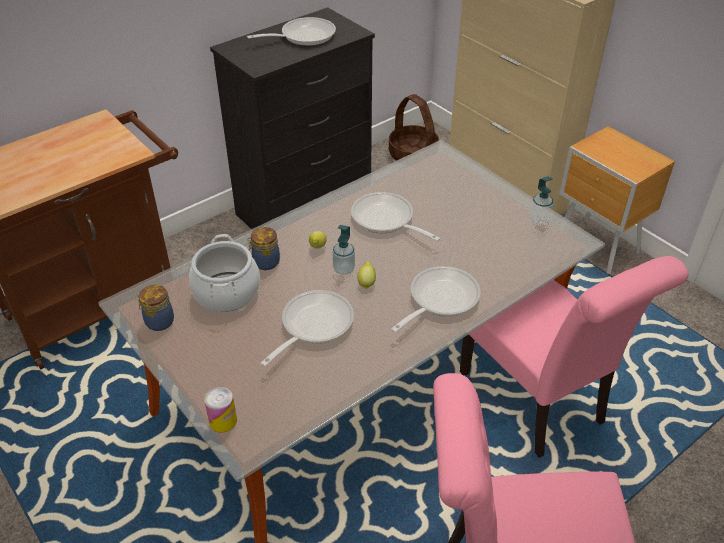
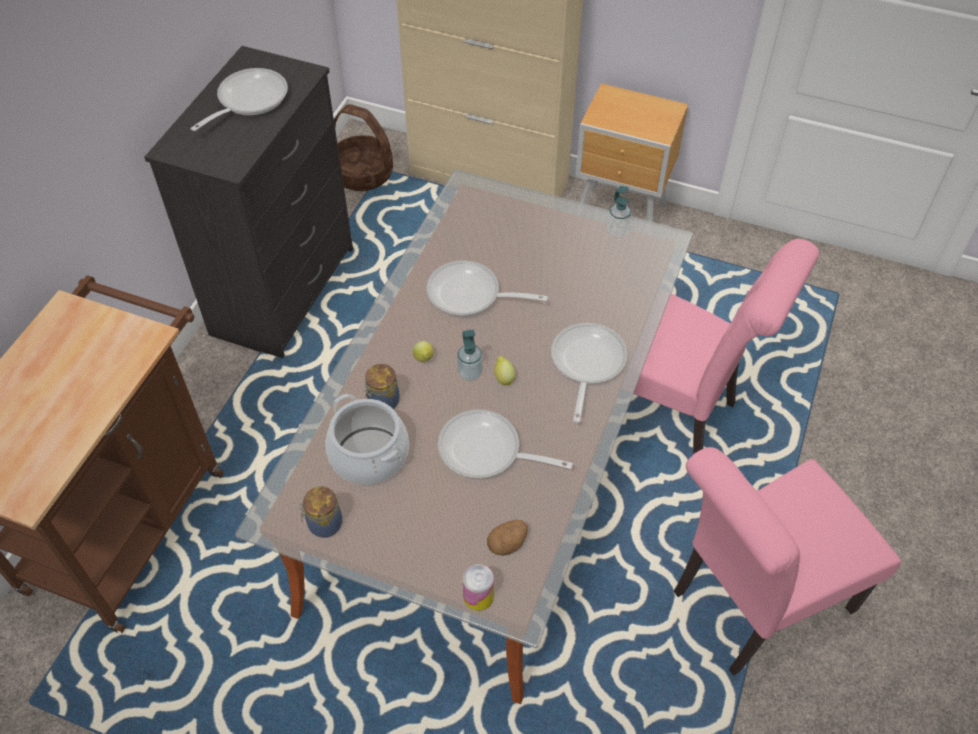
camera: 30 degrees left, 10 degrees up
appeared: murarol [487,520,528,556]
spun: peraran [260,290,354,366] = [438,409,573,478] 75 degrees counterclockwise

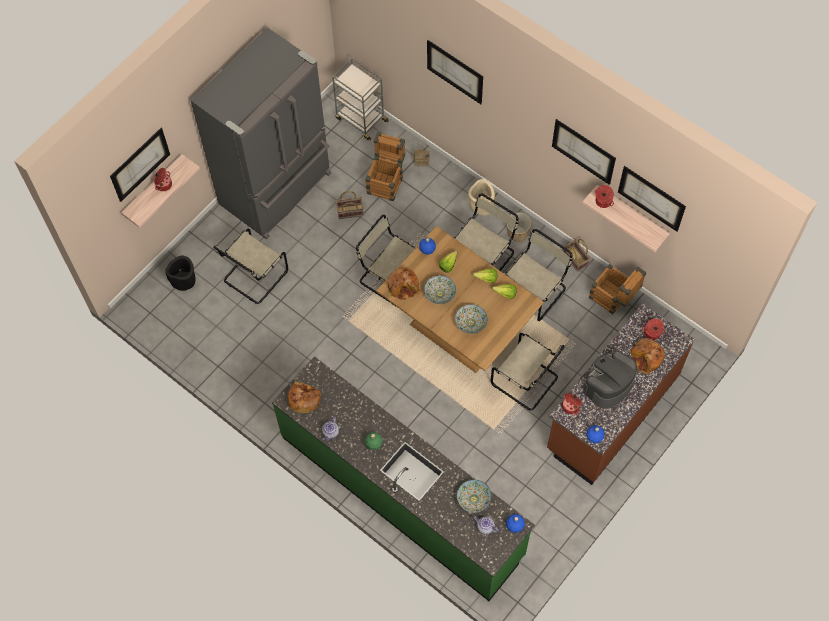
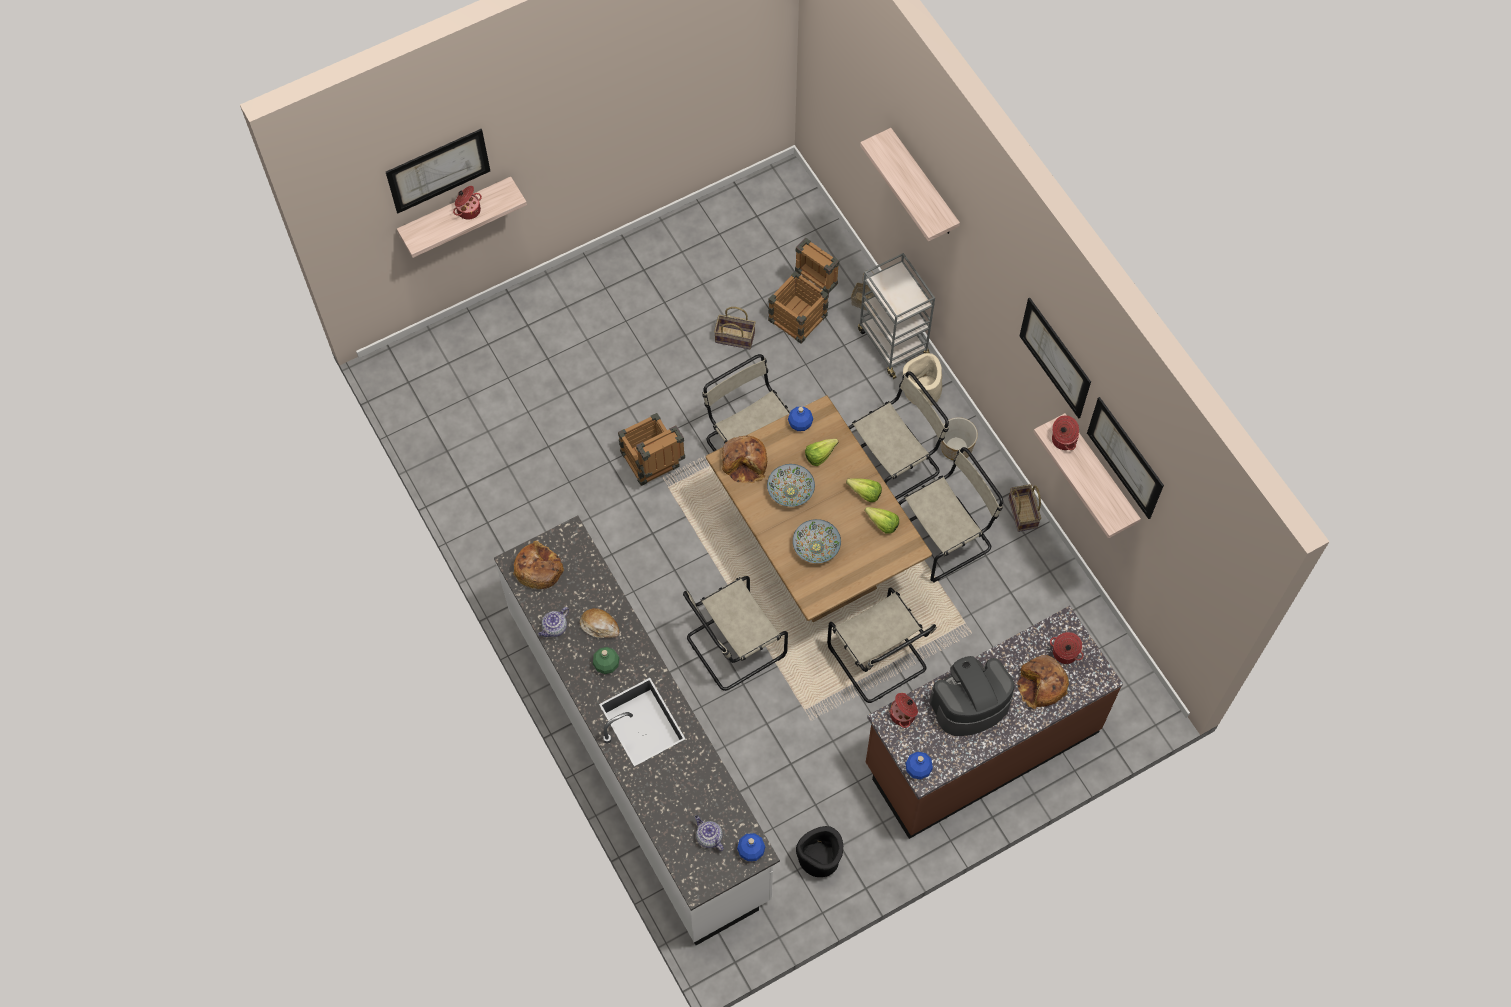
camera: 20 degrees right, 0 degrees up
missing: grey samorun [190,27,331,240]; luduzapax [457,480,492,513]
appeared: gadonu [580,608,619,638]
relocated: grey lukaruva [332,58,389,140] to [858,253,935,379]; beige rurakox [214,229,288,304] to [683,576,788,691]; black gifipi [165,256,196,291] to [796,826,843,877]; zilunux [589,264,646,314] to [618,413,685,486]
exchanged: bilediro [427,40,483,104] to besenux [860,128,960,241]
colour: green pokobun [272,356,535,601] to white pokobun [494,516,780,945]

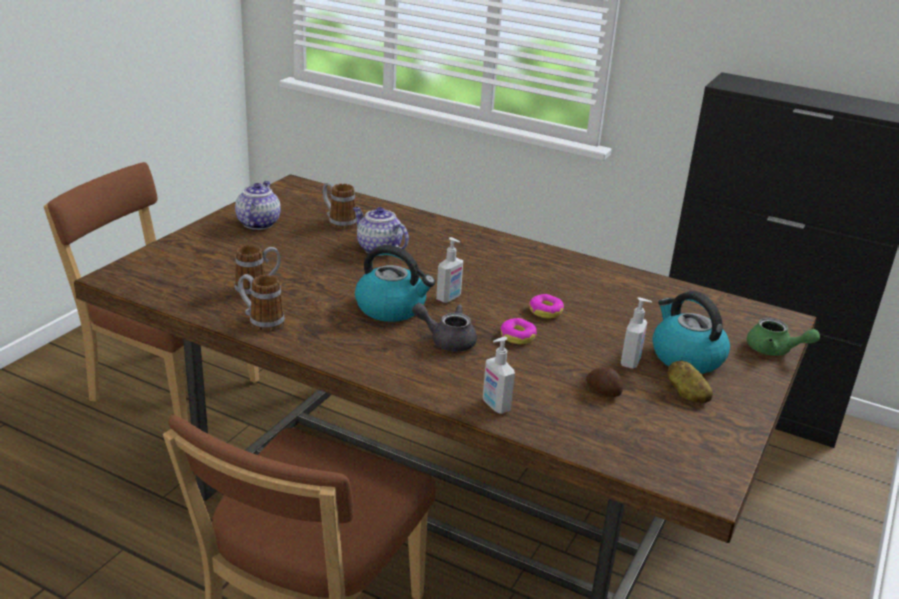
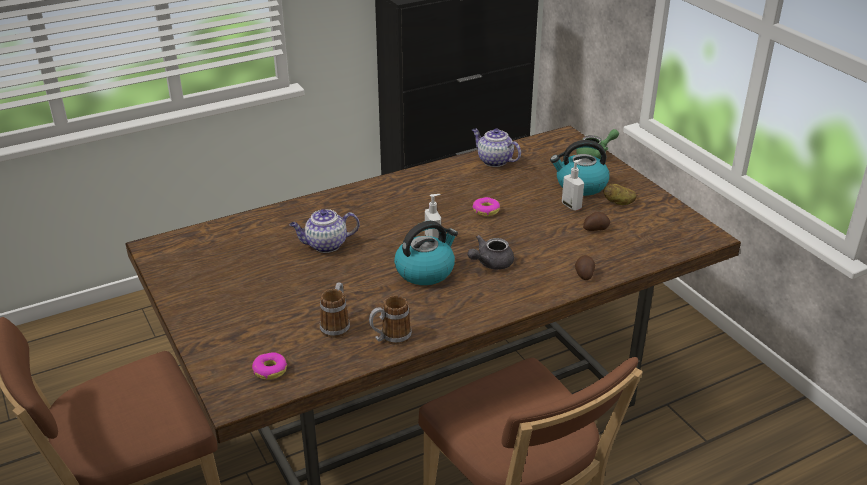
camera: 55 degrees left, 5 degrees up
missing: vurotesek [323,182,357,229]
relocated: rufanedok [235,181,281,230] to [472,128,521,167]; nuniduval [500,318,537,344] to [252,352,287,380]
exchanged: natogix [483,337,515,414] to murarol [575,255,595,280]

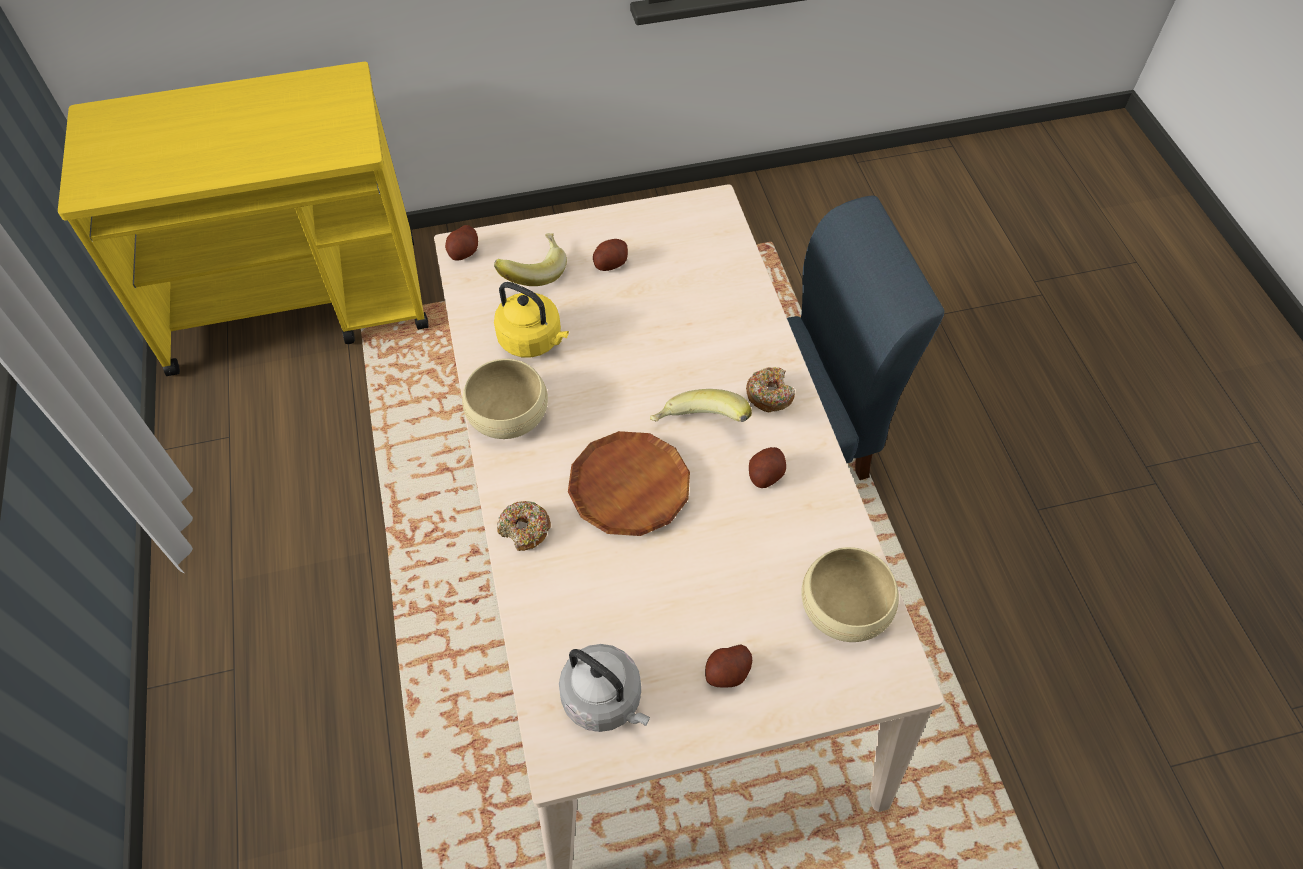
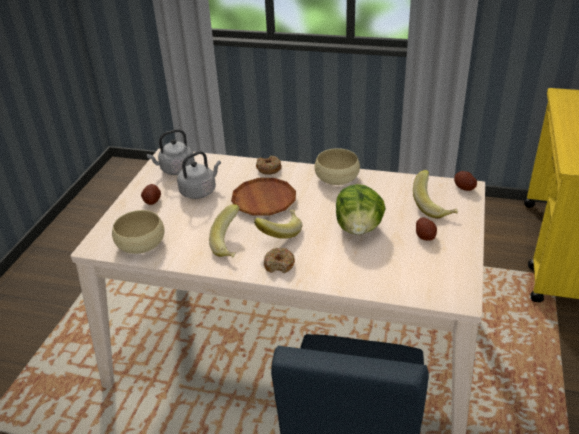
camera: 120 degrees right, 20 degrees down
missing: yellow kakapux [494,282,569,358]
appeared: grey kakapux [177,151,221,199]; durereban [336,184,386,235]
exchanged: murarol [749,447,786,488] to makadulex [209,204,240,257]

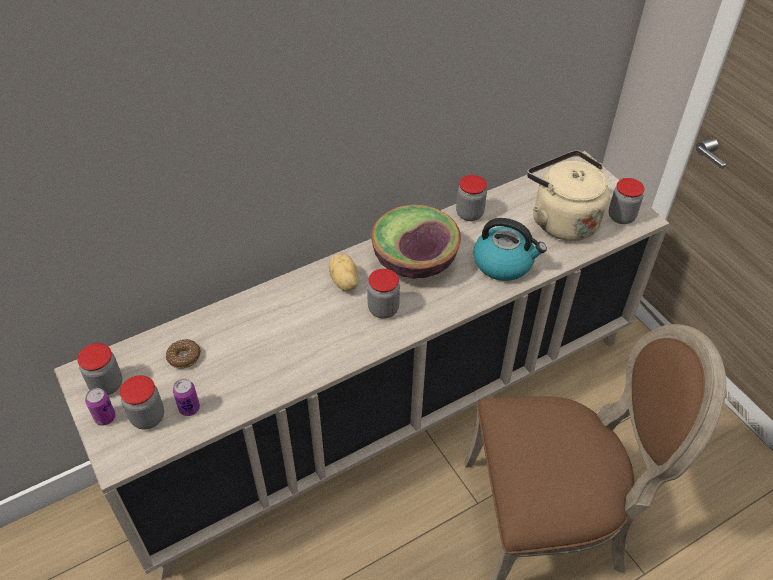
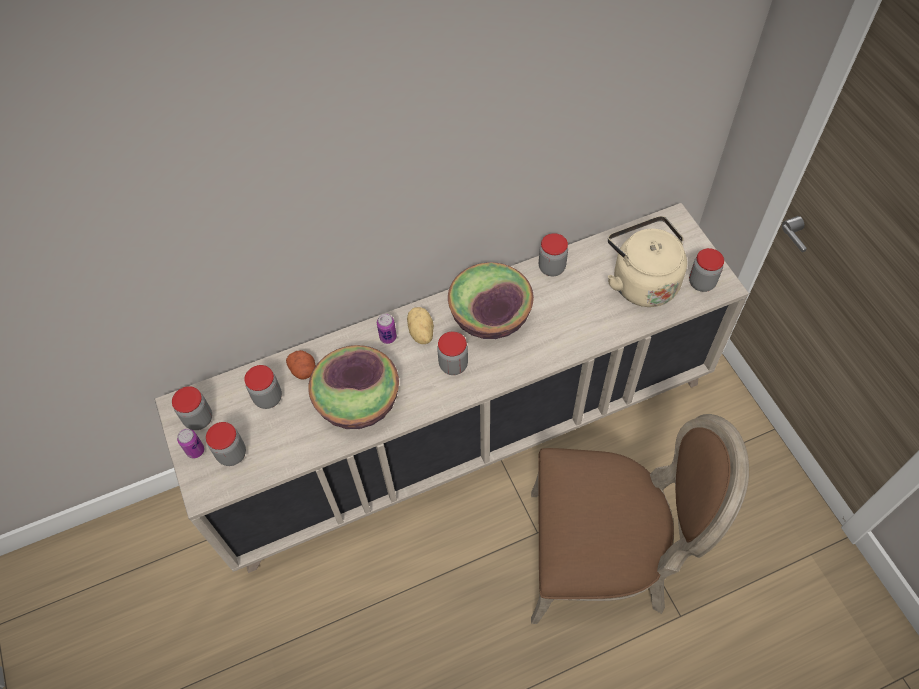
camera: 10 degrees right, 10 degrees up
missing: kakapux [473,218,547,281]
appeared: luduzapax [308,345,399,429]; murarol [286,350,316,380]
relocated: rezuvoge [173,379,200,416] to [377,314,397,344]
exchanged: nuniduval [166,339,201,369] to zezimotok [244,365,282,409]

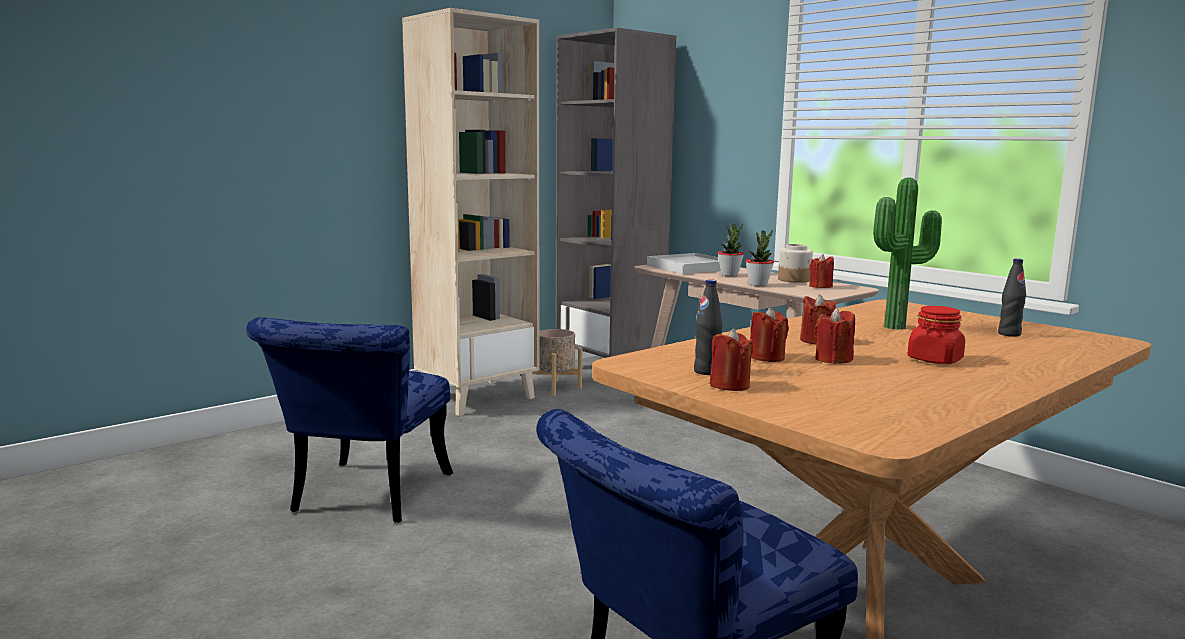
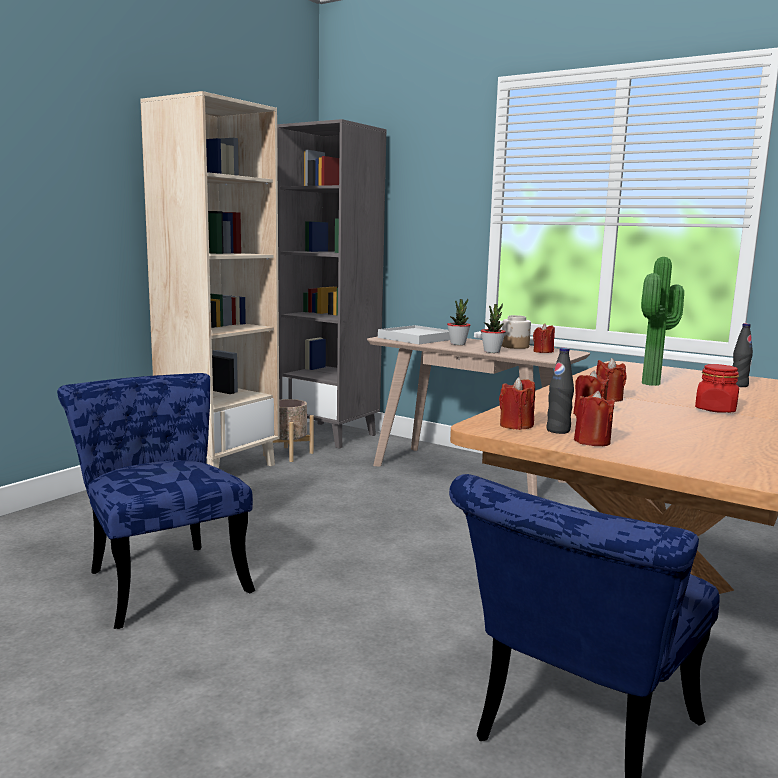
camera: 15 degrees left, 0 degrees up
relocated: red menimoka [814,308,855,364] to [499,377,535,430]
spun: blue rurakox [246,317,453,523] = [57,373,255,629] 150 degrees clockwise

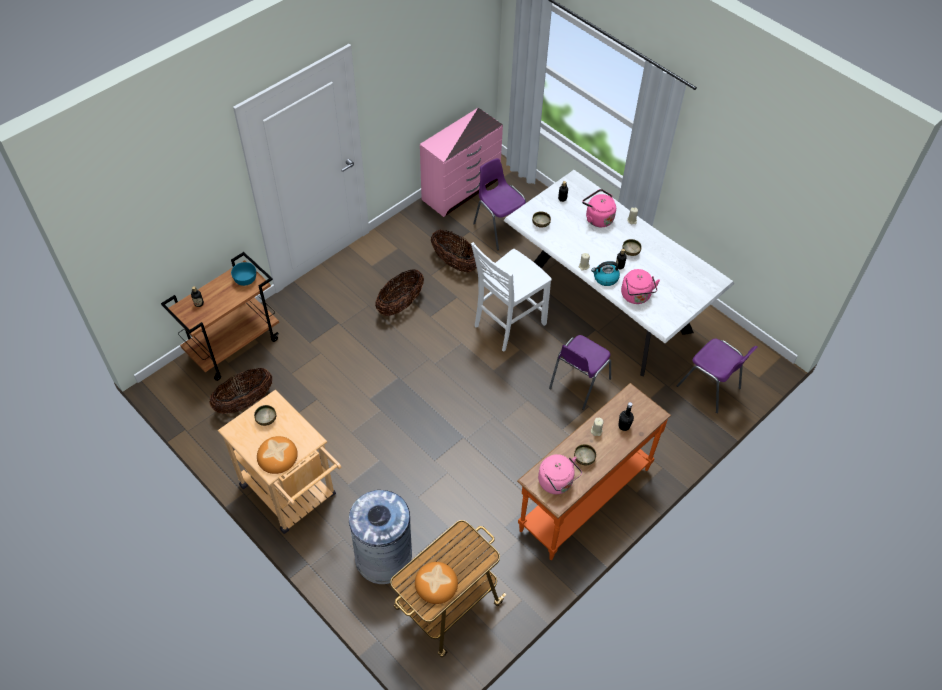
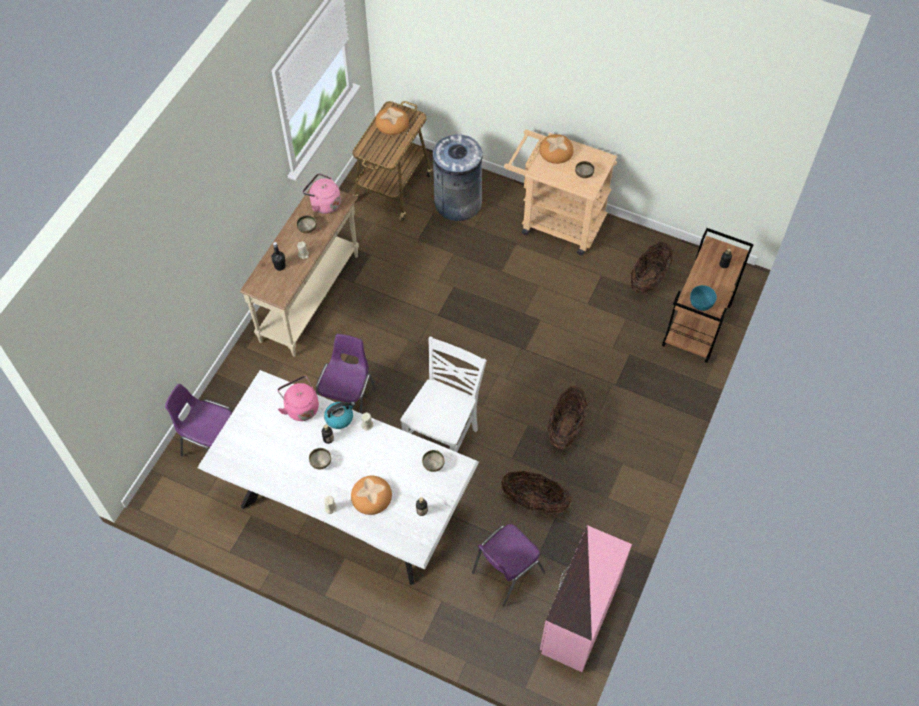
camera: 160 degrees right, 5 degrees up
exchanged: pink kakapux [582,189,616,227] to gadonu [351,476,392,515]
colour: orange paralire [517,383,671,560] to beige paralire [240,181,359,357]
spun: purple rurakox [473,158,526,250] = [472,524,545,606] 105 degrees clockwise

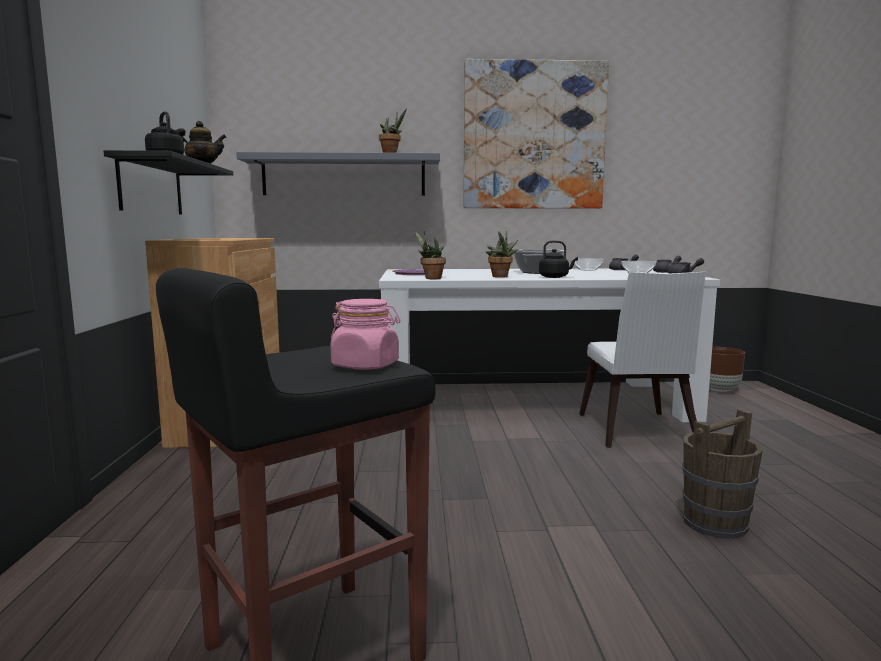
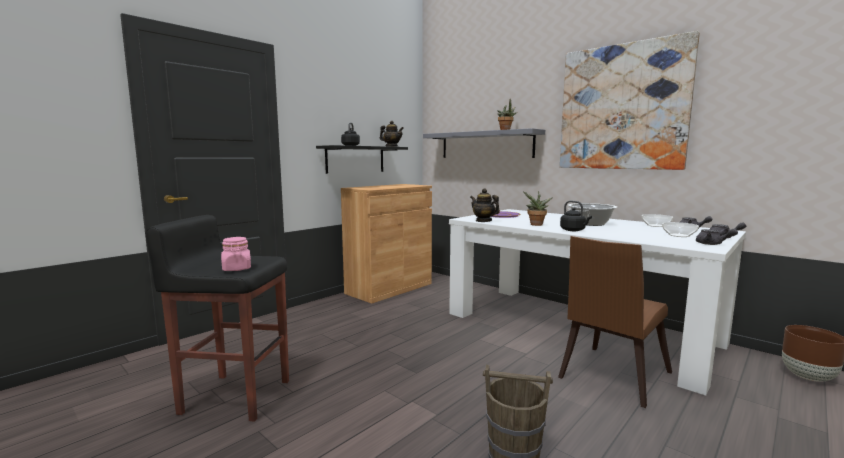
camera: 45 degrees right, 0 degrees up
exchanged: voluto [415,231,446,279] to rufanedok [470,188,500,222]
colour: white rurakox [579,272,706,448] to brown rurakox [558,236,672,408]

